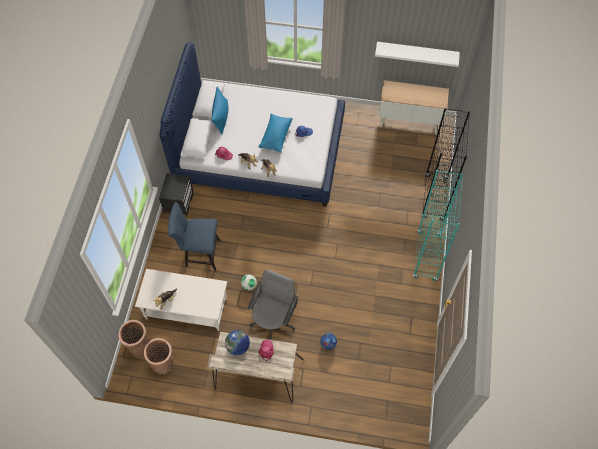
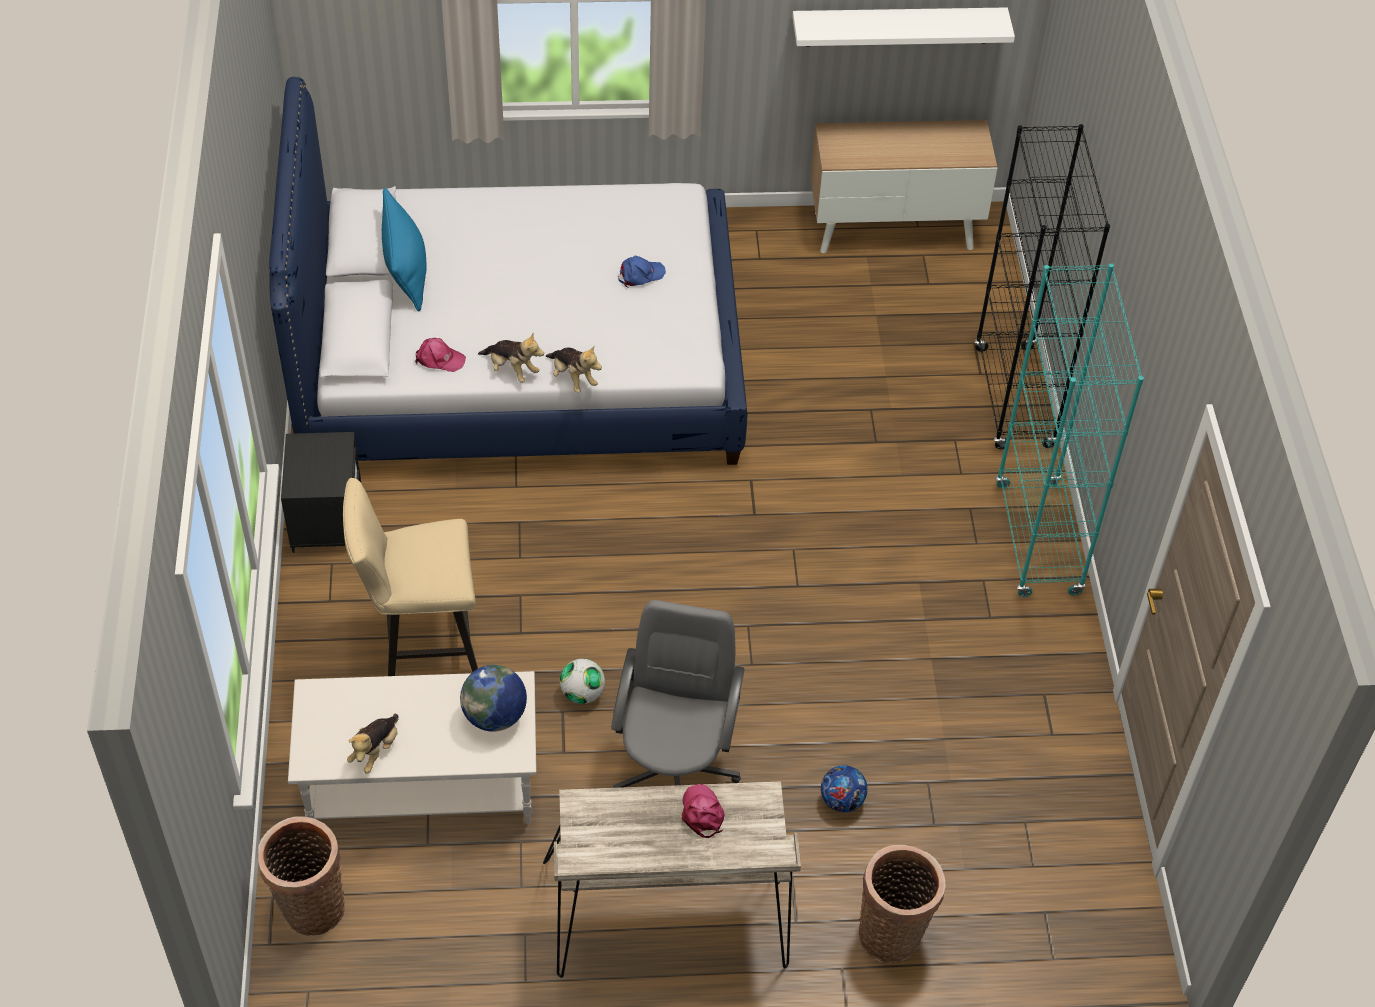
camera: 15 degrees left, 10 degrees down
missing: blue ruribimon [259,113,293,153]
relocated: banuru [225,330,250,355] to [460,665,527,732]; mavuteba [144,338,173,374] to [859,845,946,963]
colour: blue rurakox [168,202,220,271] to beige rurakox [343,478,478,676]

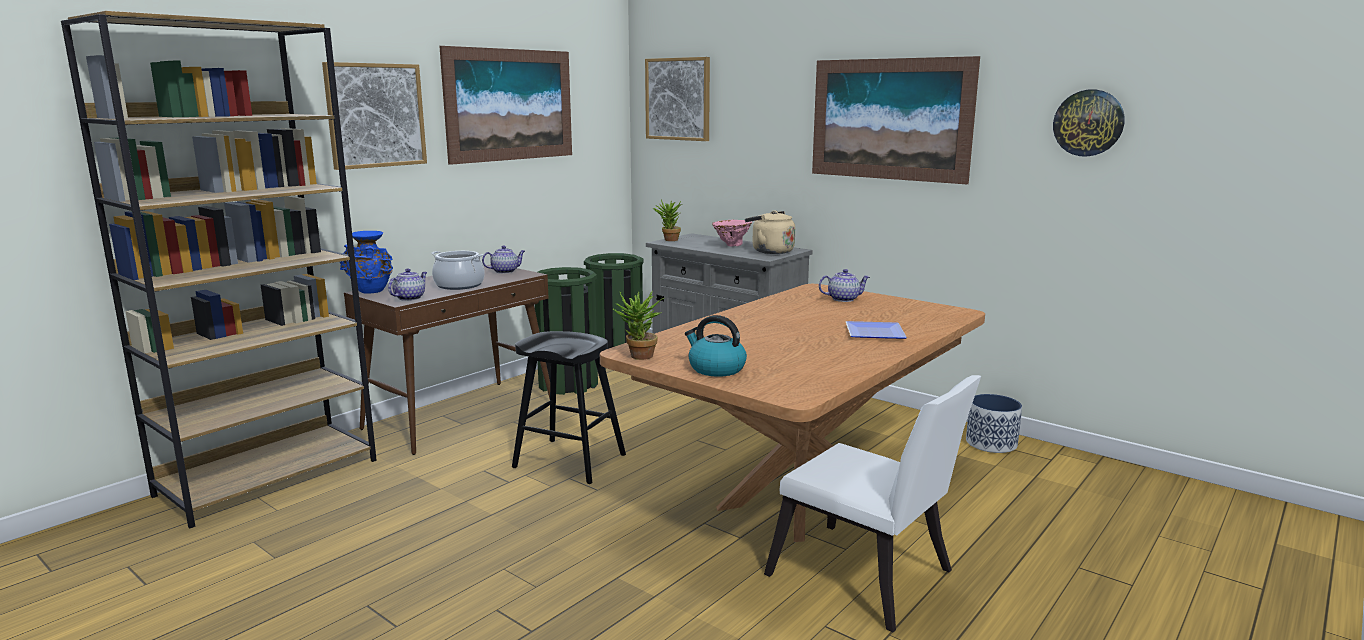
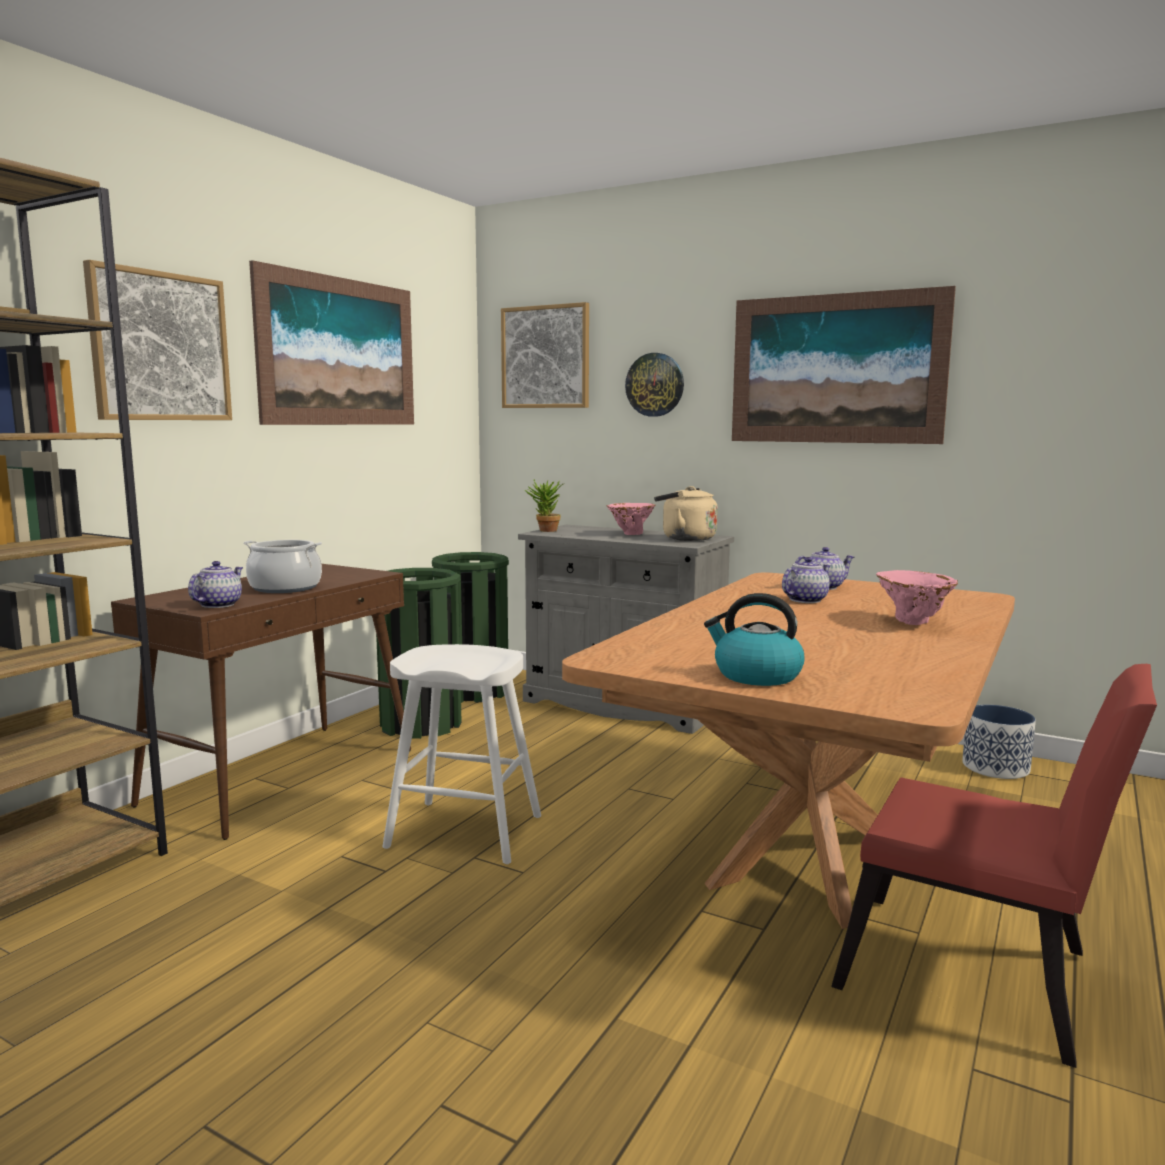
camera: 10 degrees left, 5 degrees down
missing: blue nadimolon [340,231,393,294]; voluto [613,291,664,360]
relocated: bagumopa [1053,90,1125,157] to [625,353,684,417]; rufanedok [482,246,525,274] to [782,557,831,603]
exchanged: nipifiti [846,321,907,339] to pink nadimolon [876,570,958,625]
colour: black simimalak [512,331,626,484] to white simimalak [382,644,541,864]; white rurakox [764,375,981,632] to red rurakox [831,664,1157,1068]

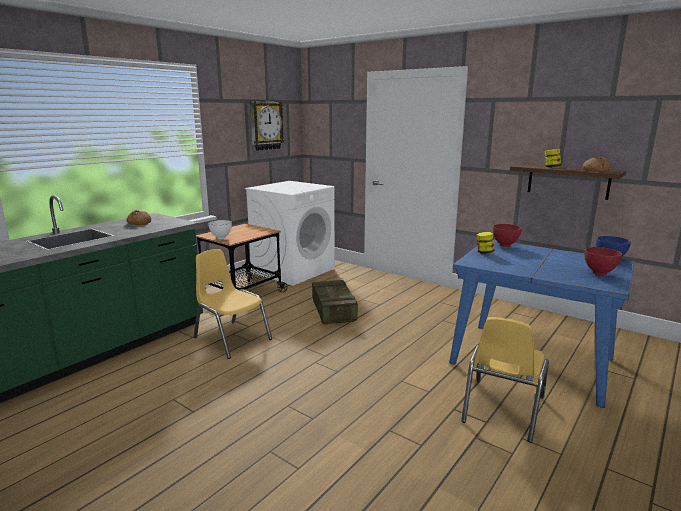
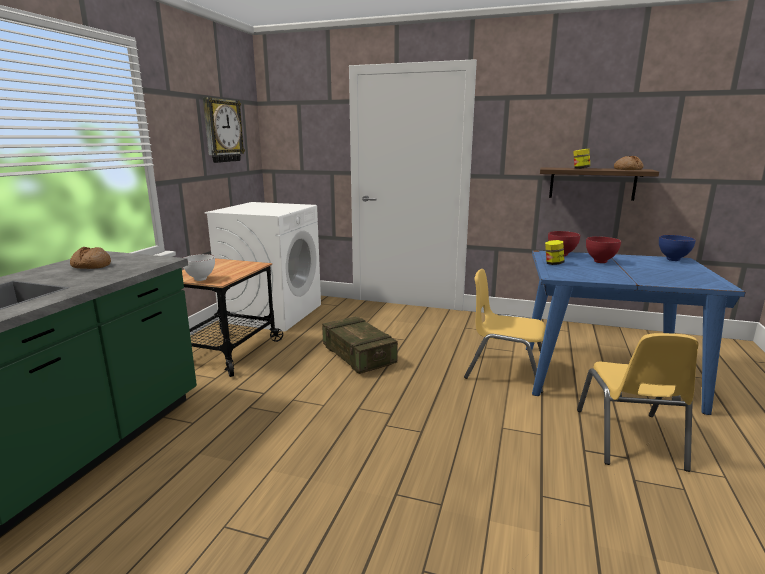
camera: 20 degrees left, 0 degrees up
relocated: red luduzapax [584,247,622,276] to [586,236,621,263]; yellow rurakox [194,249,272,359] to [464,269,545,393]

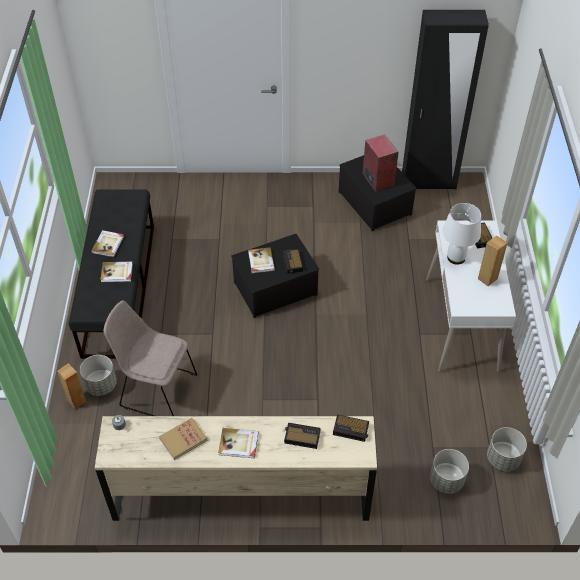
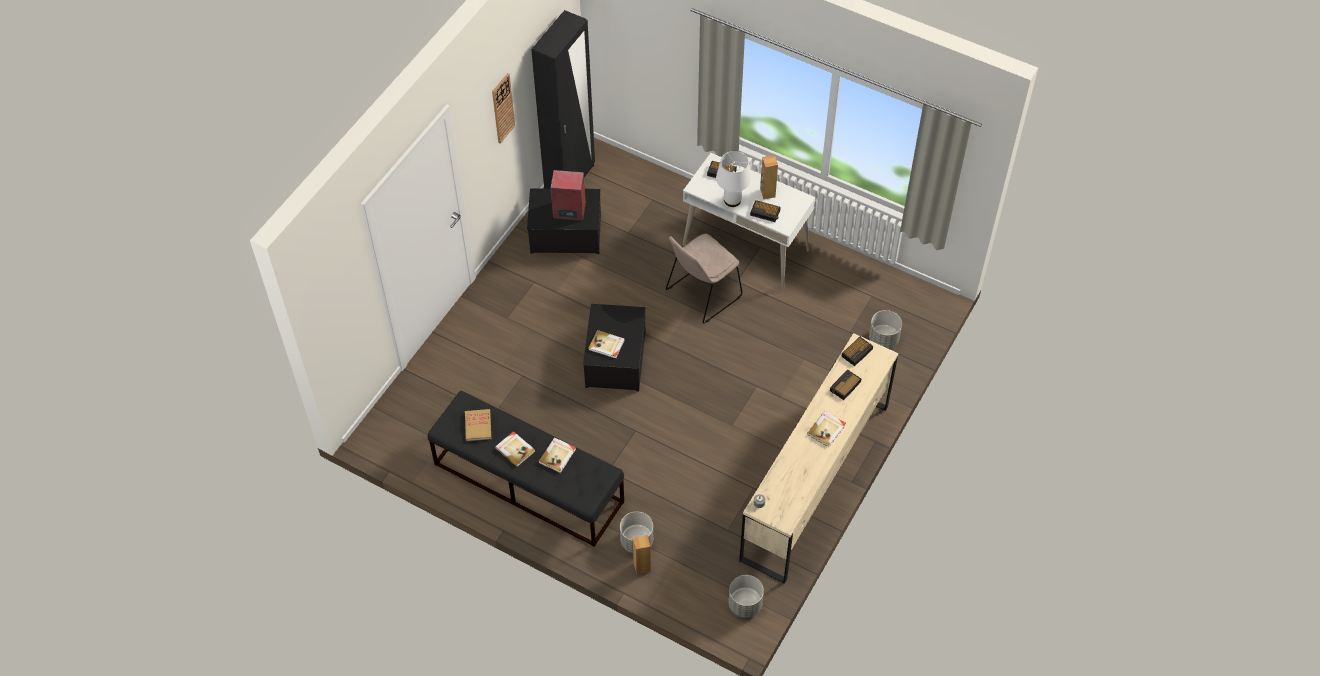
camera: 60 degrees left, 5 degrees up
appeared: bagumopa [492,73,515,144]
relocated: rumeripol [283,249,303,274] to [750,200,781,222]; beige rurakox [103,300,197,416] to [666,234,742,324]; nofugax [159,418,208,460] to [465,409,491,441]; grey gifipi [487,427,527,471] to [729,575,764,618]

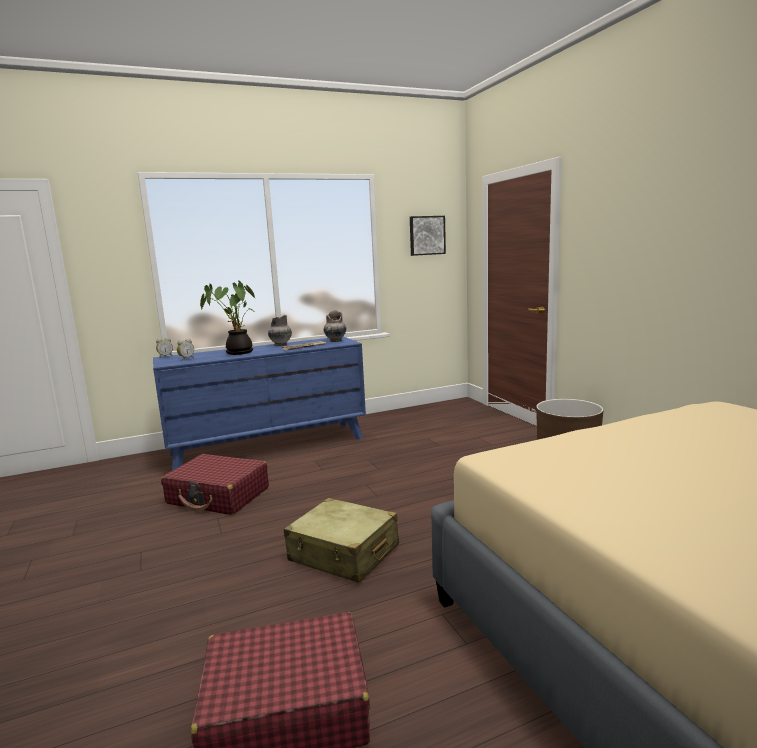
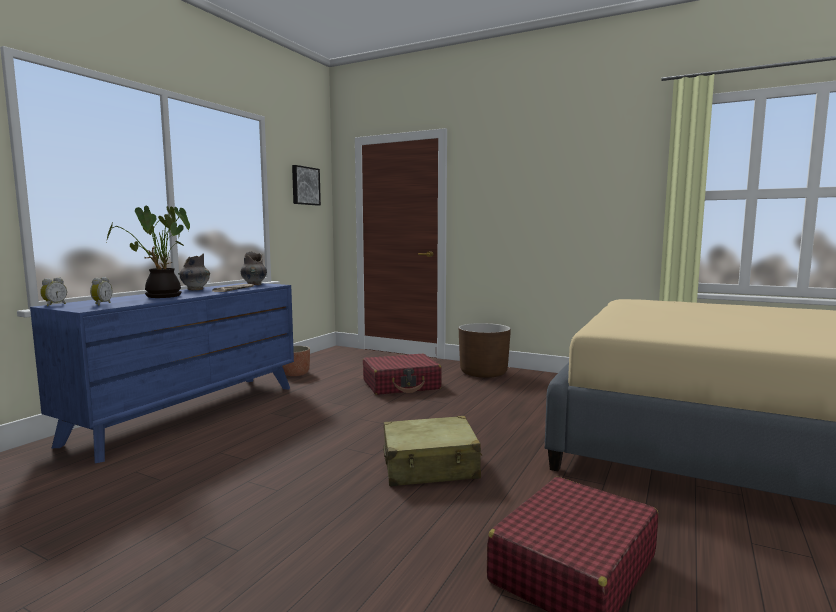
camera: 40 degrees left, 5 degrees down
appeared: gifipi [282,346,310,376]
relocated: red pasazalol [161,454,269,515] to [363,354,442,395]

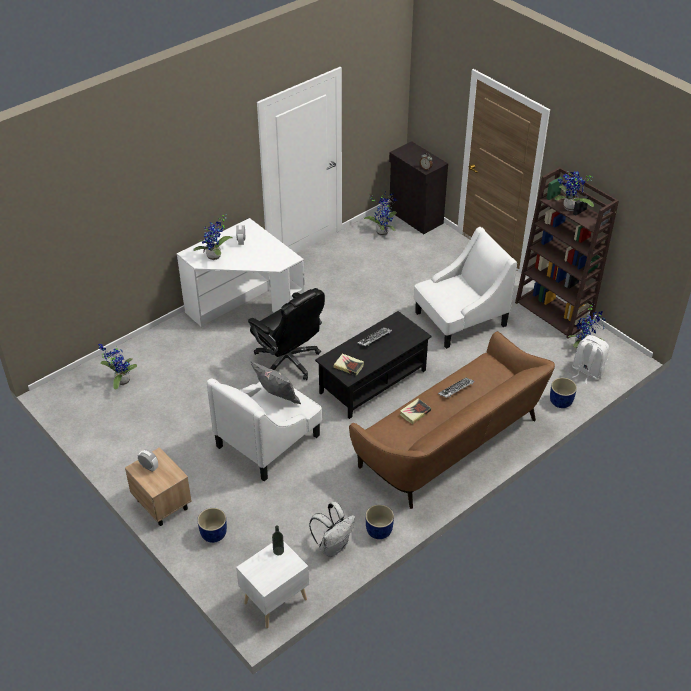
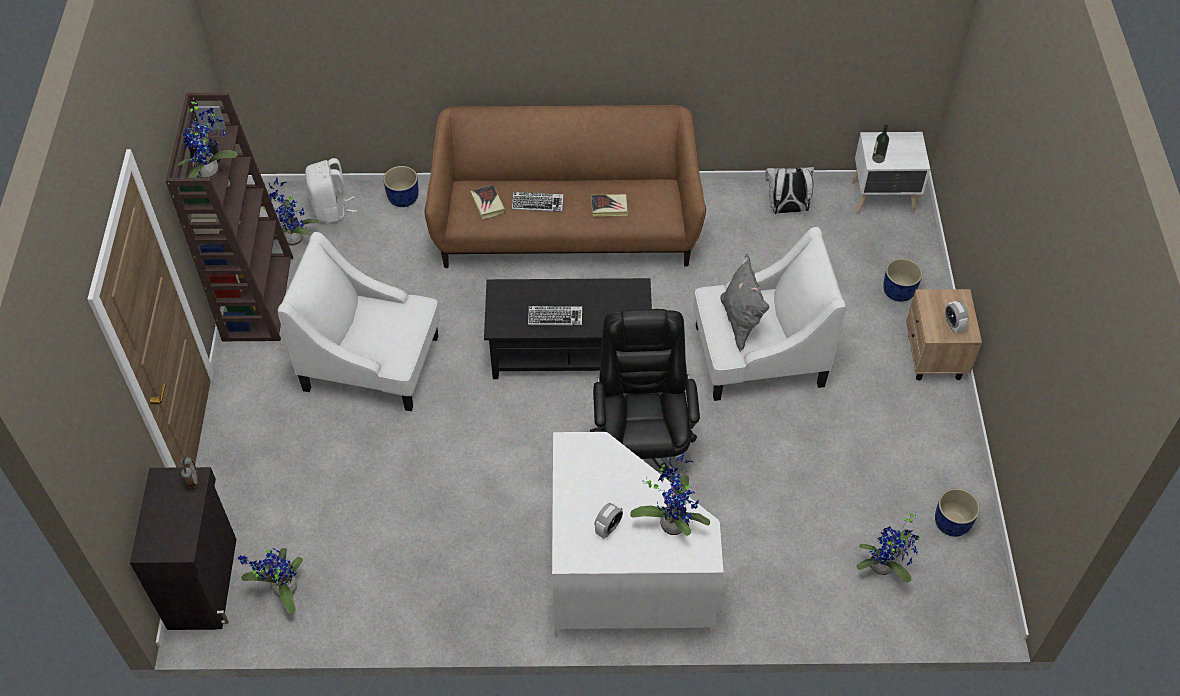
camera: 140 degrees left, 10 degrees up
relocated: nofugax [333,353,364,376] to [471,185,506,219]; blue gifipi [365,505,394,539] to [935,488,980,537]

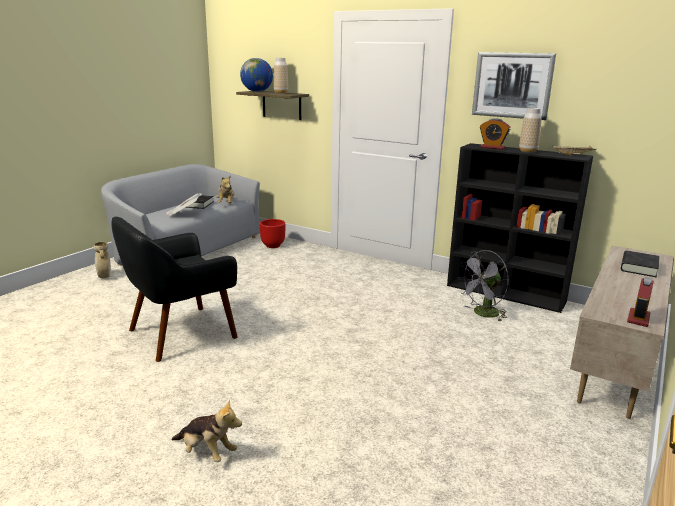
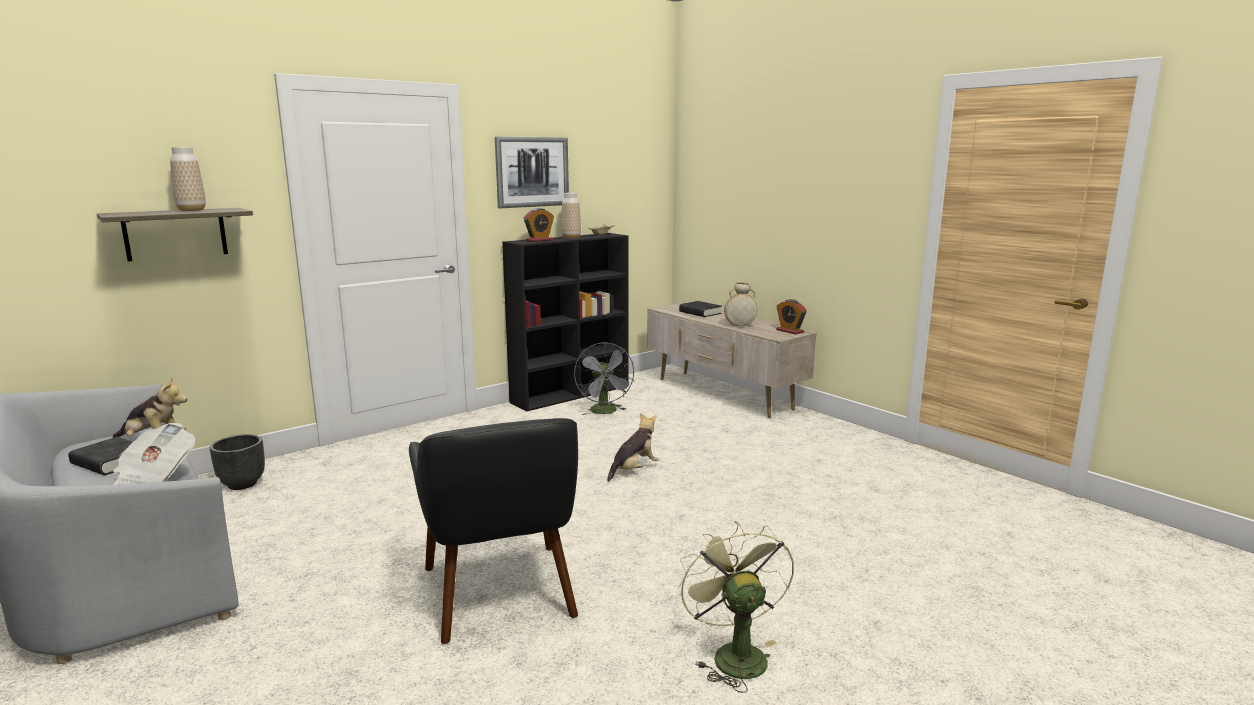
camera: 70 degrees left, 5 degrees down
missing: banuru [240,58,273,92]
appeared: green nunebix [678,521,794,693]
relocated: beige nadimolon [94,242,111,278] to [724,282,757,326]; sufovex [171,399,242,462] to [607,413,659,482]
colour: red gifipi [260,219,285,248] to black gifipi [210,434,265,490]

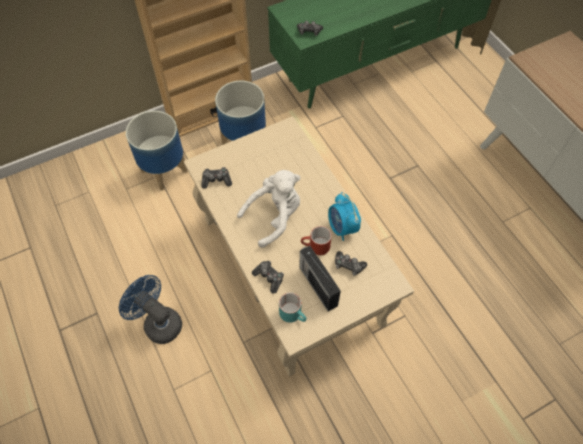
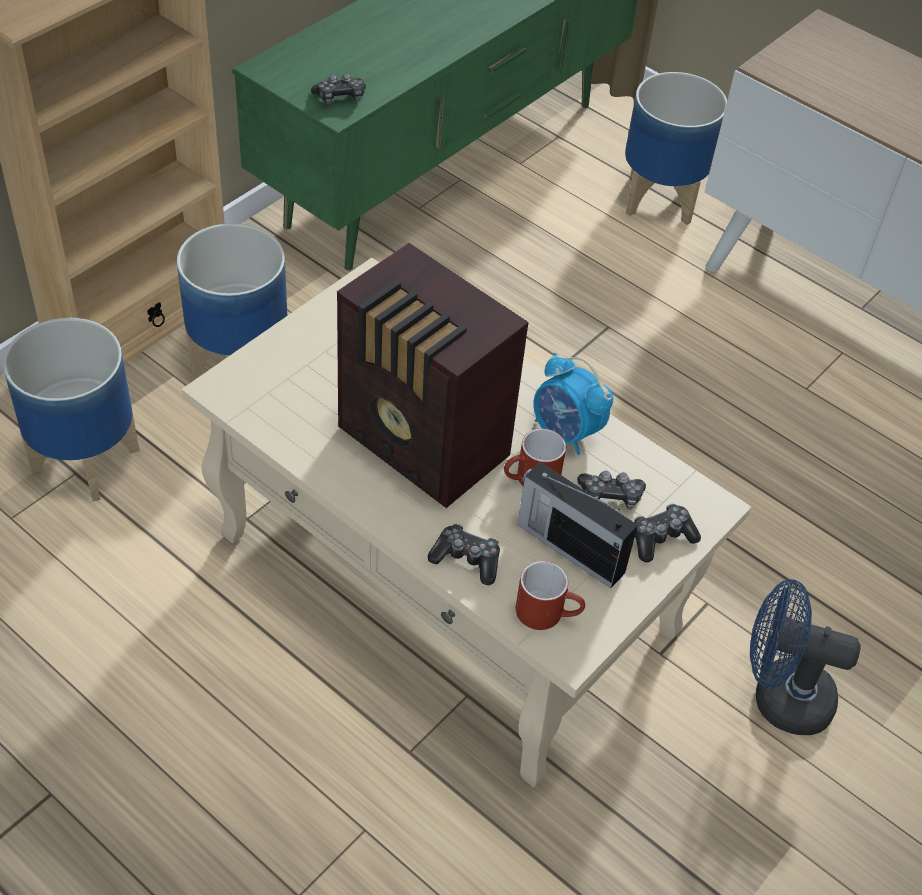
camera: 25 degrees left, 10 degrees down
appeared: gifipi [625,72,727,225]
relocated: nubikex [201,167,232,189] to [634,503,701,562]; blue nunebix [119,275,182,344] to [750,579,861,735]
exchanged: white sufovex [237,170,301,248] to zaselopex [337,243,528,508]
colour: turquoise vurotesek [279,292,307,323] to red vurotesek [516,561,585,630]

